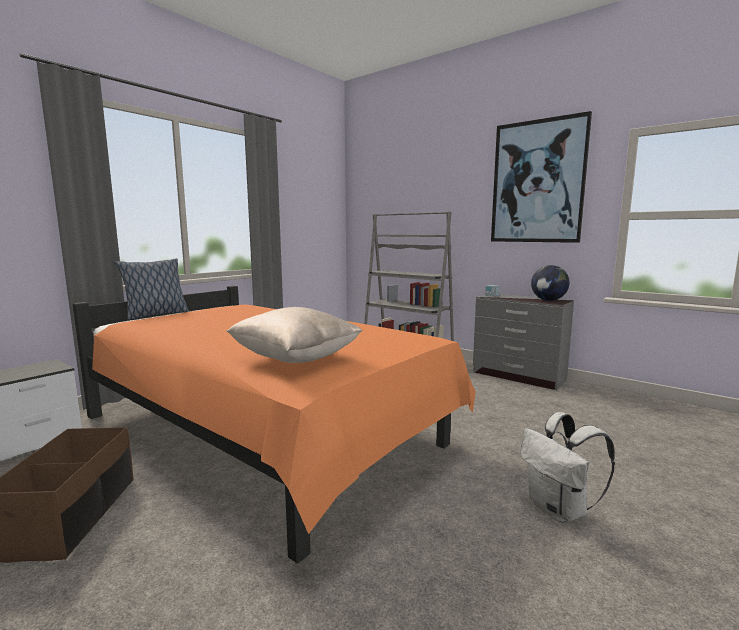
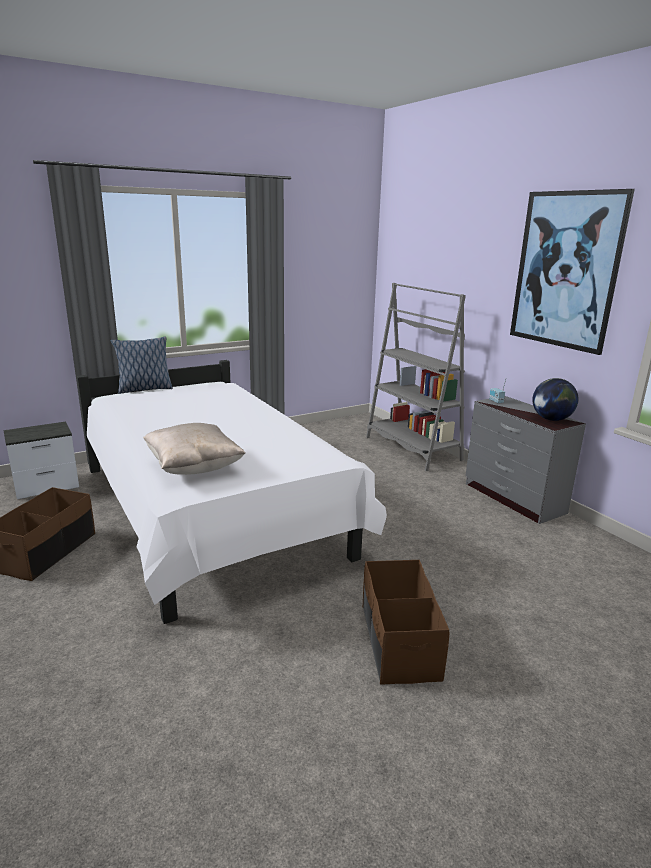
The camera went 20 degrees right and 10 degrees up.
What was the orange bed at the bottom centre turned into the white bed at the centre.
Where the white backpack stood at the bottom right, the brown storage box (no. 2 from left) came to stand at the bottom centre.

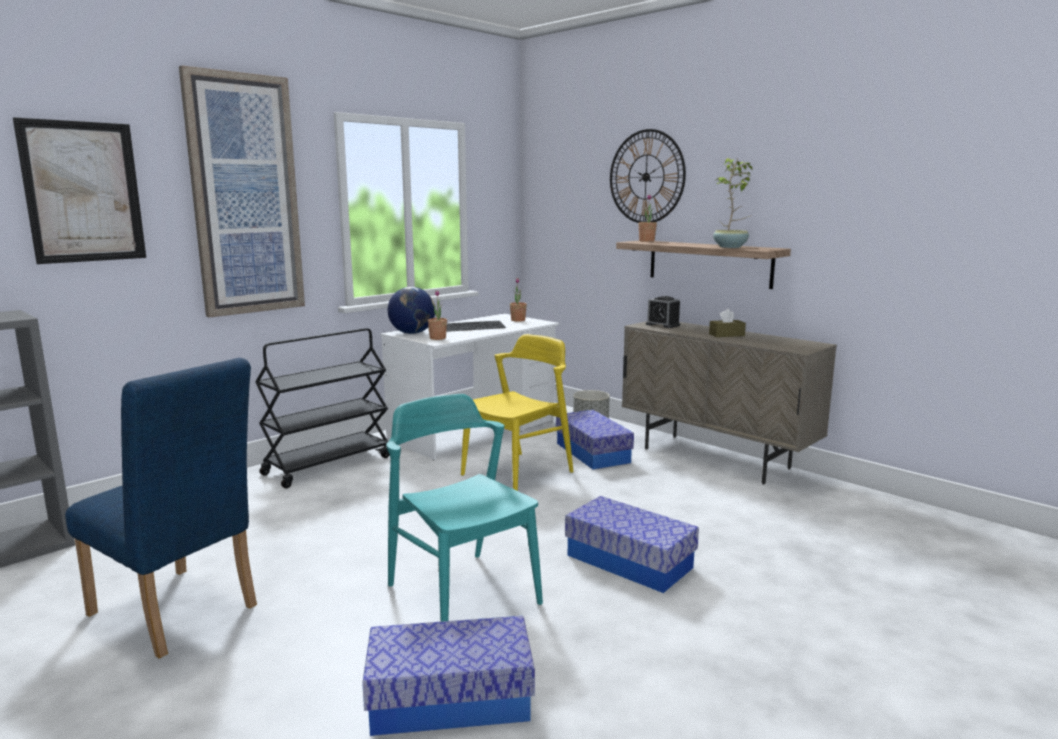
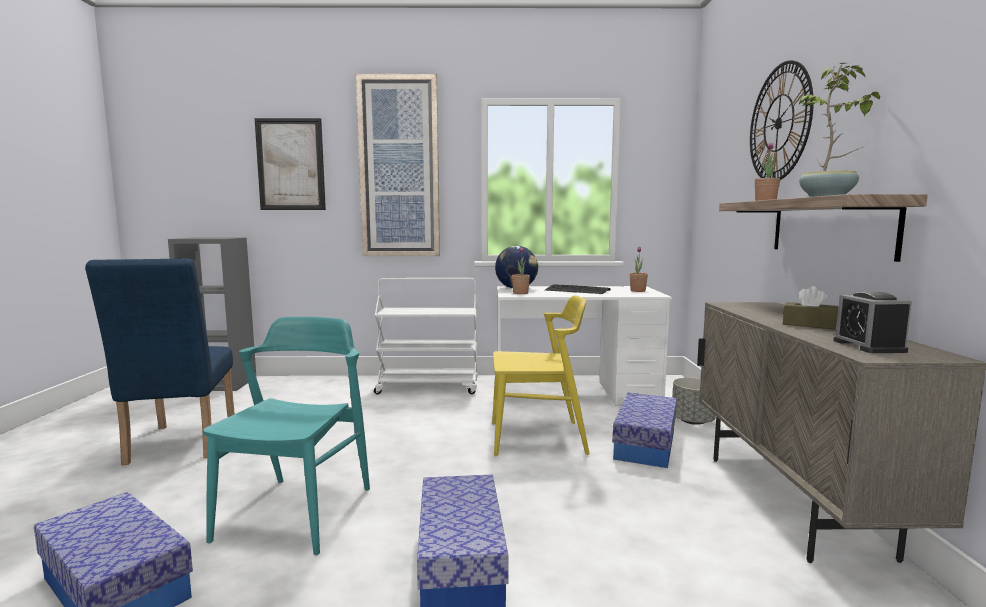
The camera went 45 degrees right and 5 degrees down.
What was the black cart at the middle left turned into the white cart at the centre.
The alarm clock ended up elsewhere, having gone from the centre to the middle right.

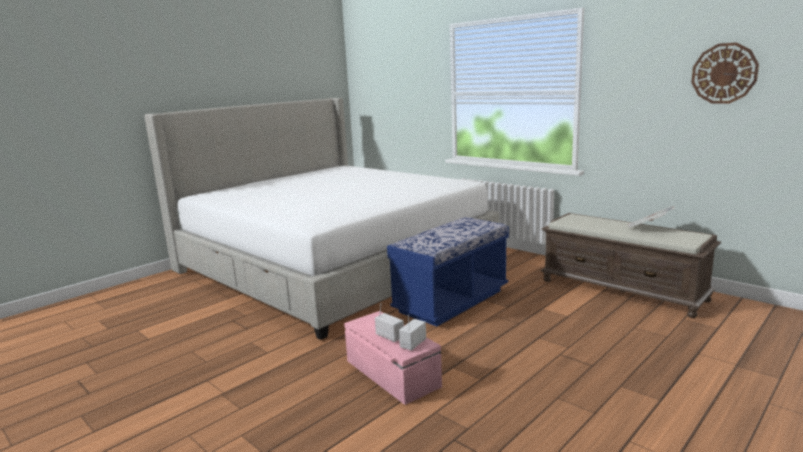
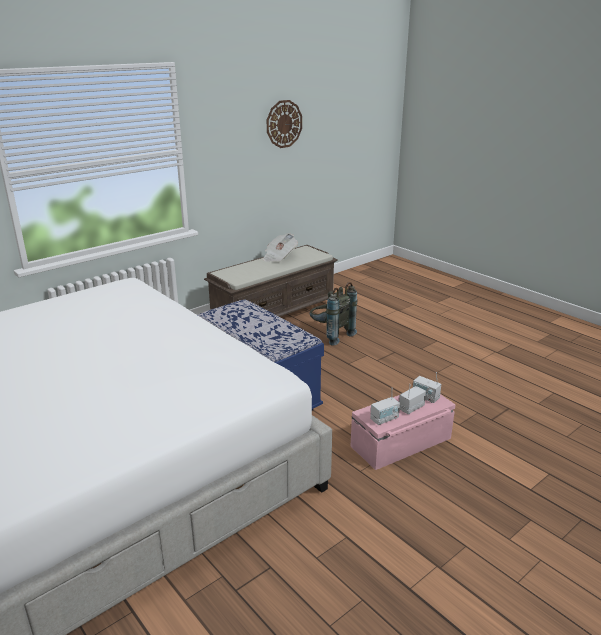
The camera went 85 degrees left and 10 degrees up.
The second view gained the grey backpack at the centre.
The second view gained the radio (no. 1 from left) at the centre.

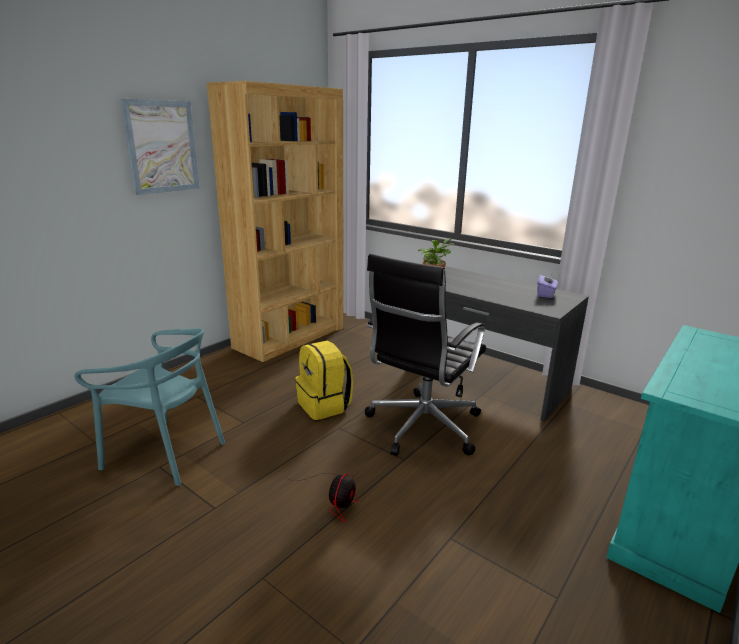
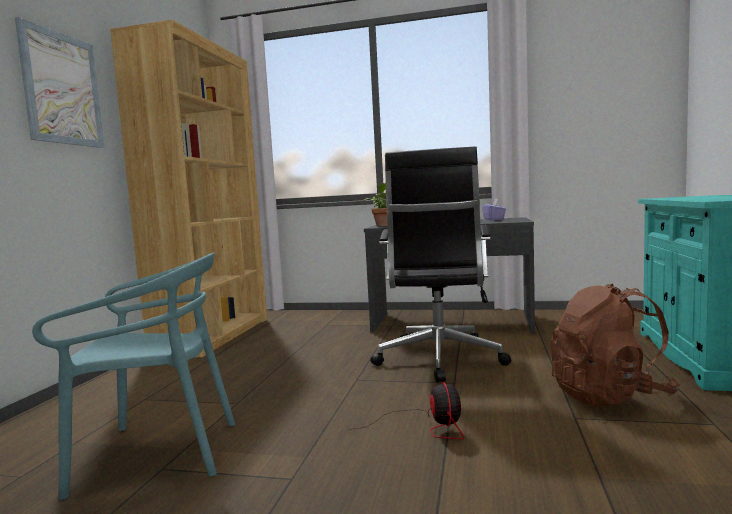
The camera went 25 degrees left and 15 degrees down.
The second view lost the yellow backpack at the centre.
The second view gained the brown backpack at the bottom right.

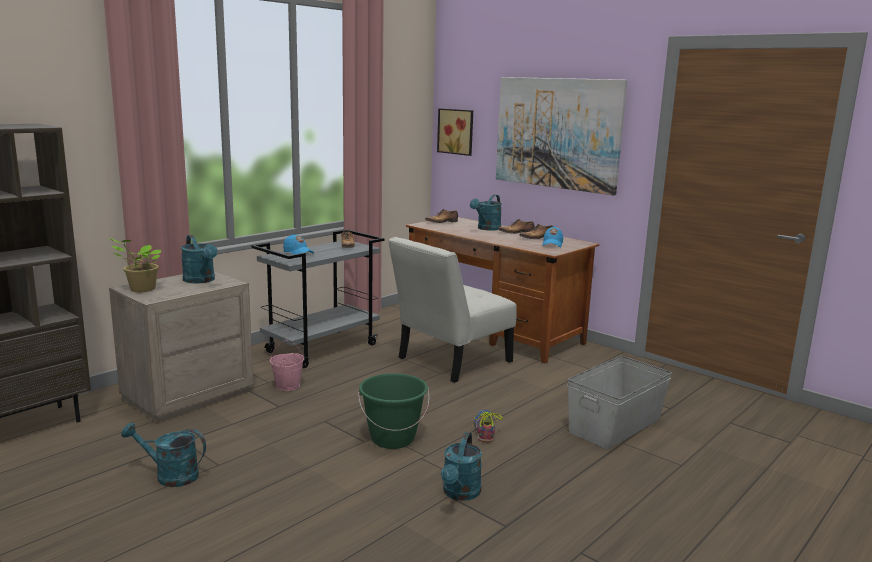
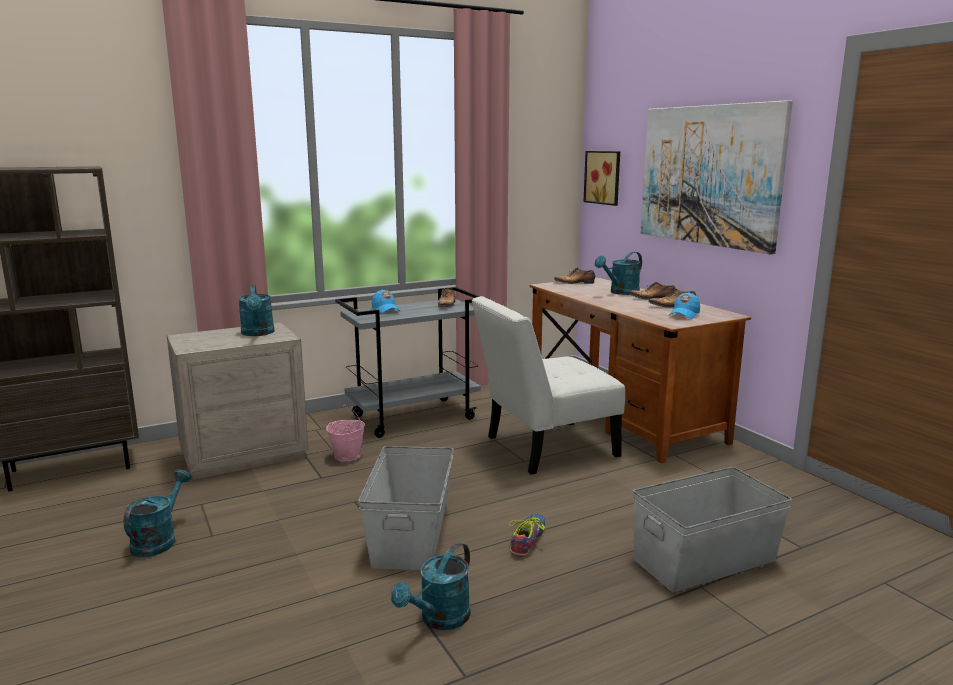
The camera went 20 degrees right and 0 degrees up.
The second view lost the potted plant at the middle left.
The turquoise watering can (no. 1 from left) at the bottom left ended up facing another way, 75 degrees clockwise from before.
Where the green bucket stood at the bottom centre, the grey storage box (no. 1 from left) came to stand at the bottom centre.

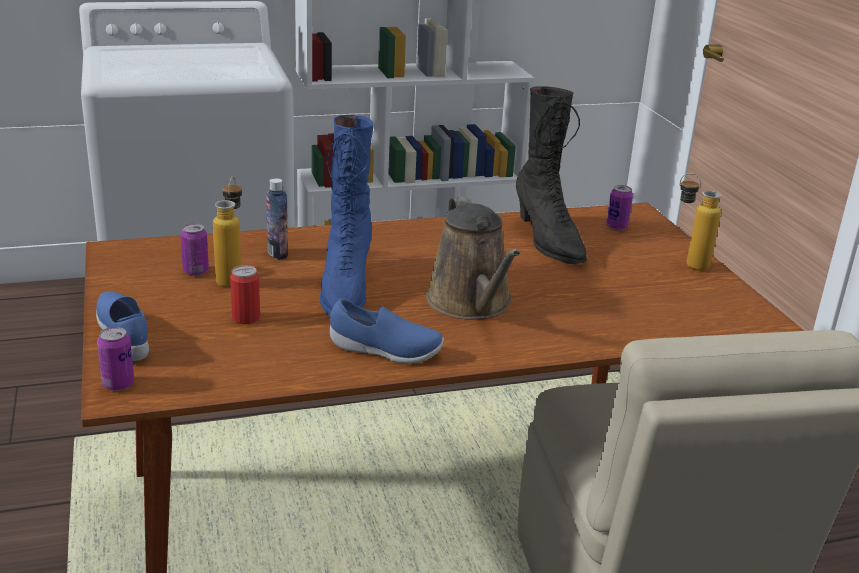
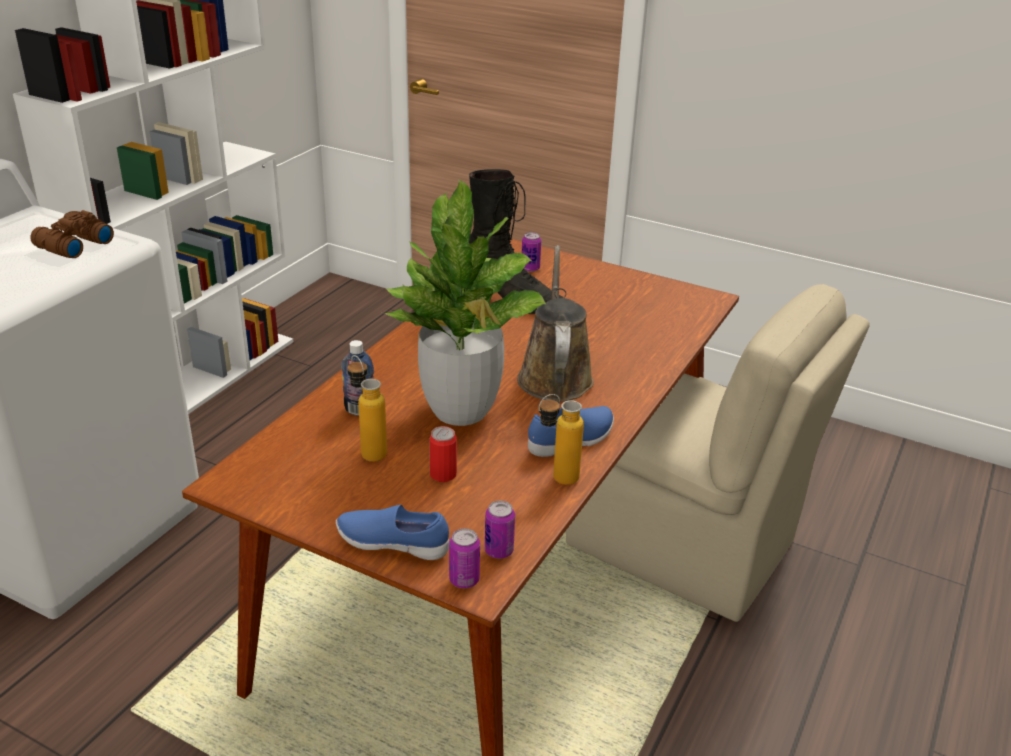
The camera went 45 degrees left and 5 degrees up.
The can (no. 2 from left in the first image) ended up elsewhere, having gone from the middle left to the bottom centre.
Where the blue boot stood at the centre, the potted plant came to stand at the centre.
The brown watering can at the centre ended up facing another way, 120 degrees counterclockwise from before.
The bottle (no. 3 from left) ended up elsewhere, having gone from the middle right to the centre.
The second view gained the brown binoculars at the top left.

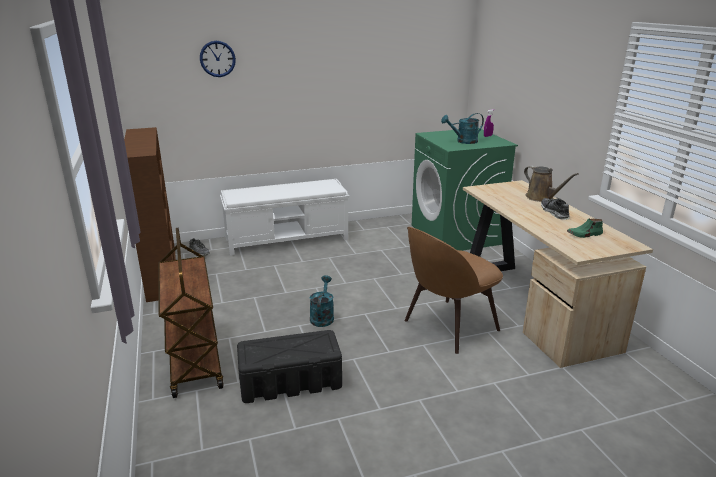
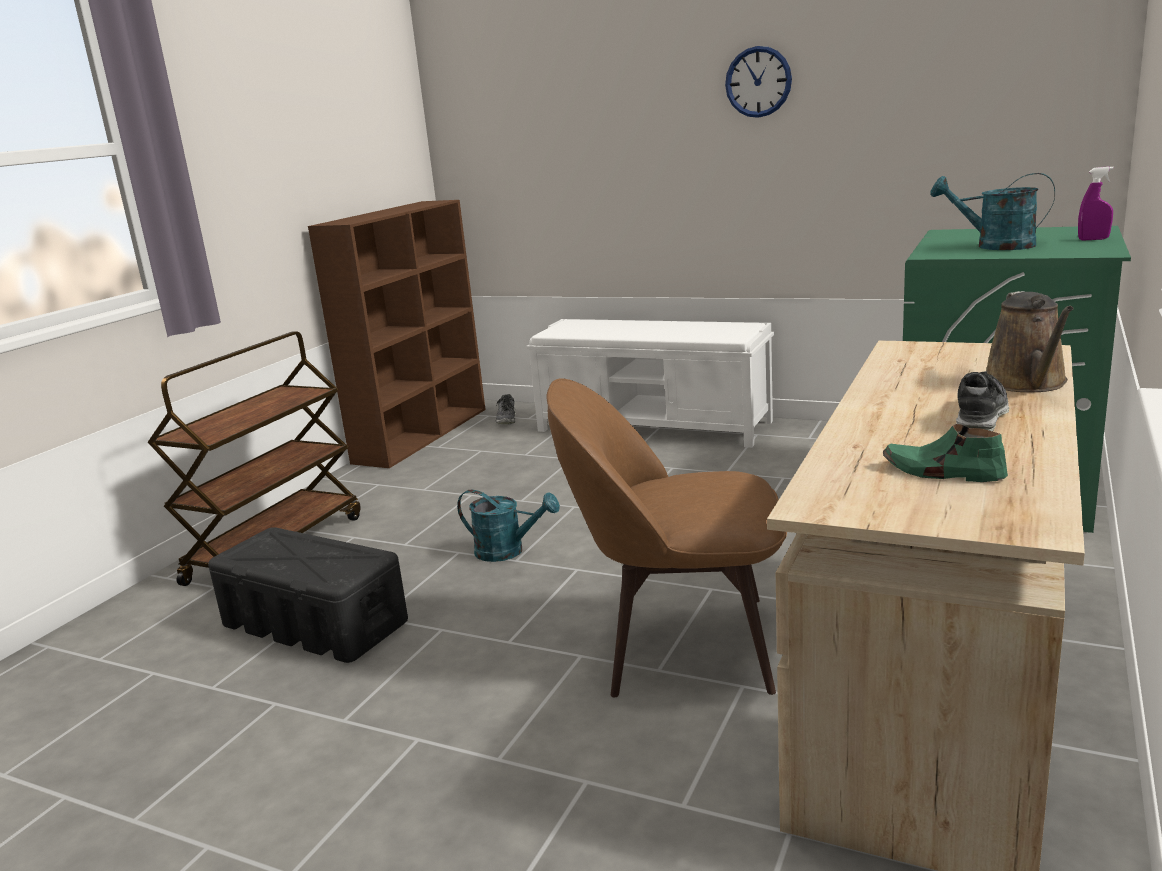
The camera went 45 degrees right and 5 degrees down.
The wall clock ended up elsewhere, having gone from the top left to the top centre.
The turquoise watering can (no. 1 from left) at the centre ended up facing another way, 60 degrees clockwise from before.

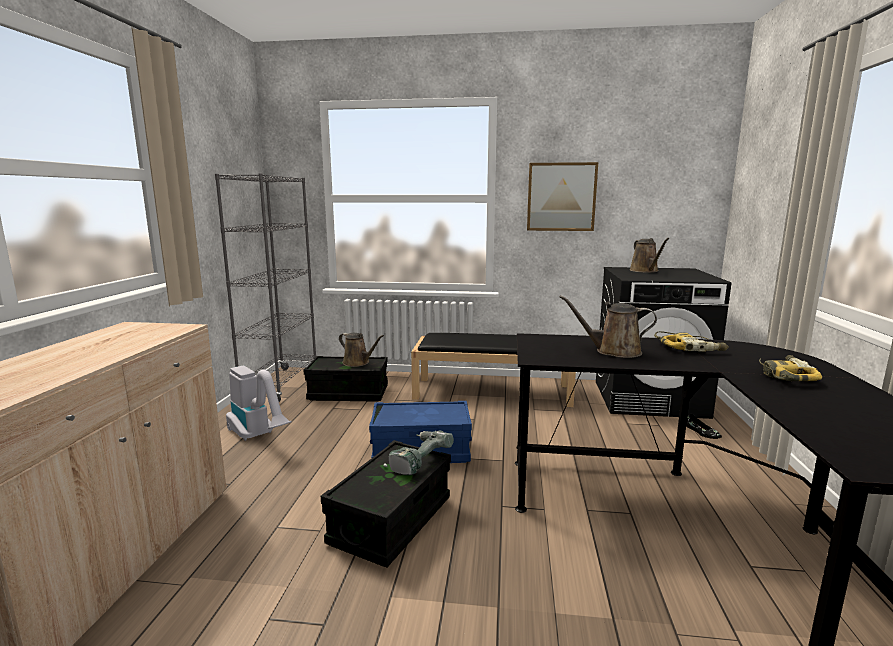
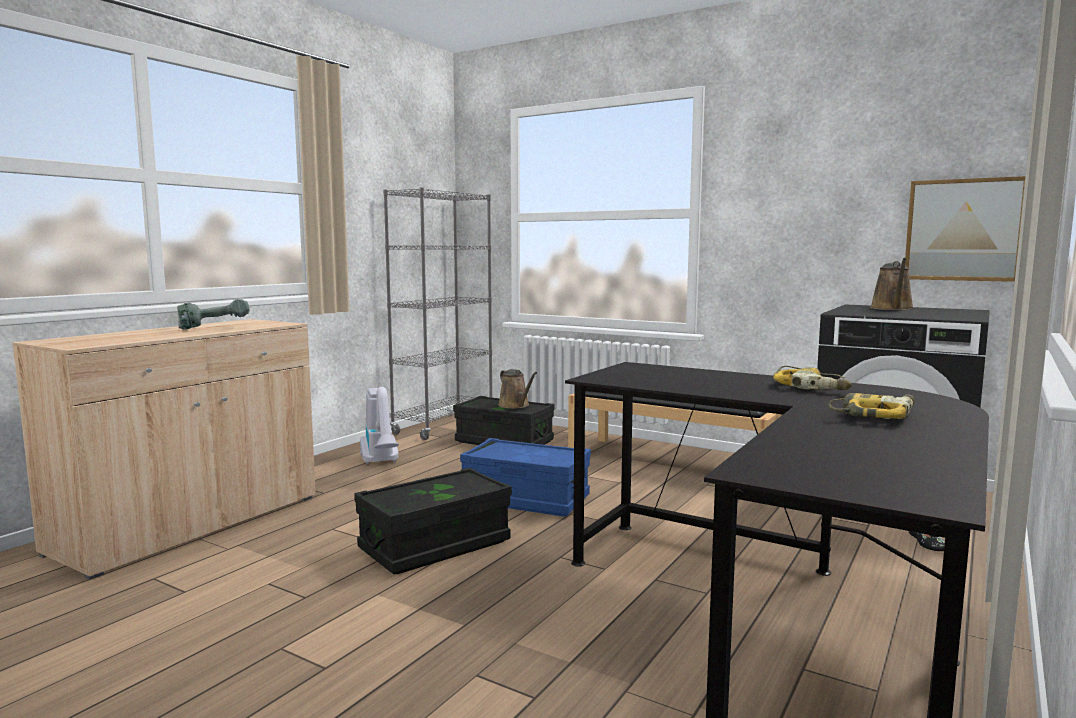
The camera went 25 degrees right and 5 degrees down.
The power drill (no. 1 from left) ended up elsewhere, having gone from the bottom centre to the middle left.
The picture ended up elsewhere, having gone from the top centre to the top right.
The second view lost the brown watering can (no. 2 from left) at the middle right.

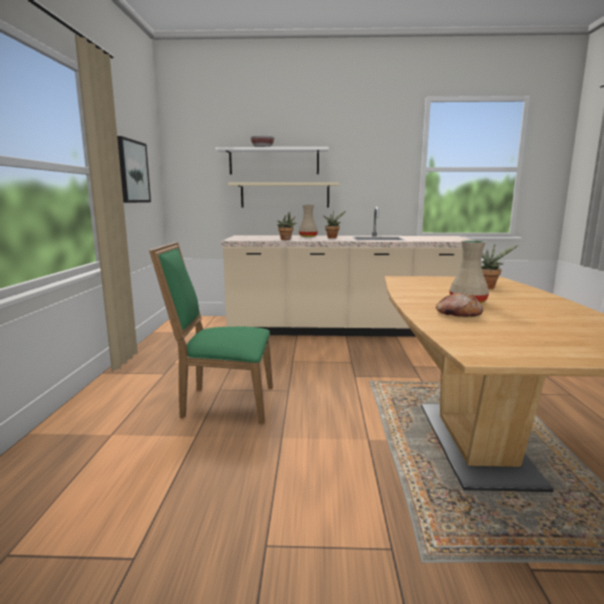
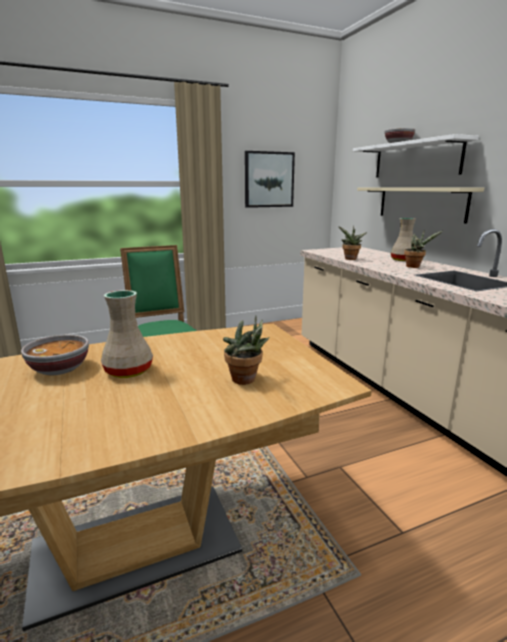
The camera went 65 degrees right and 5 degrees up.
Where the bread stood at the middle right, the bowl (no. 1 from left) came to stand at the middle left.

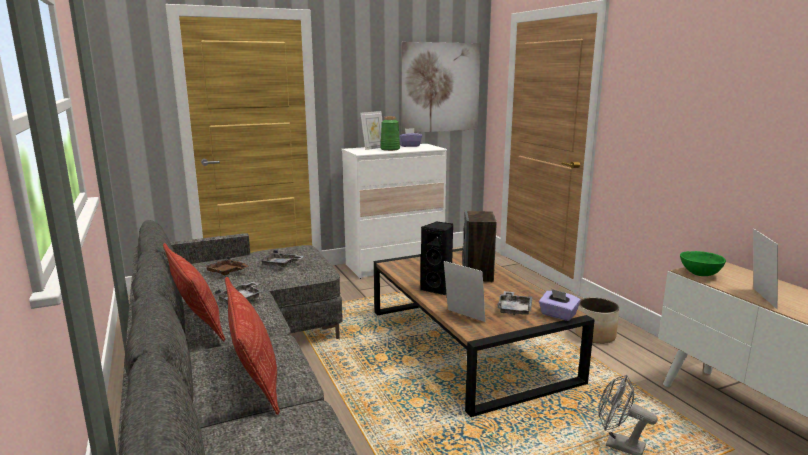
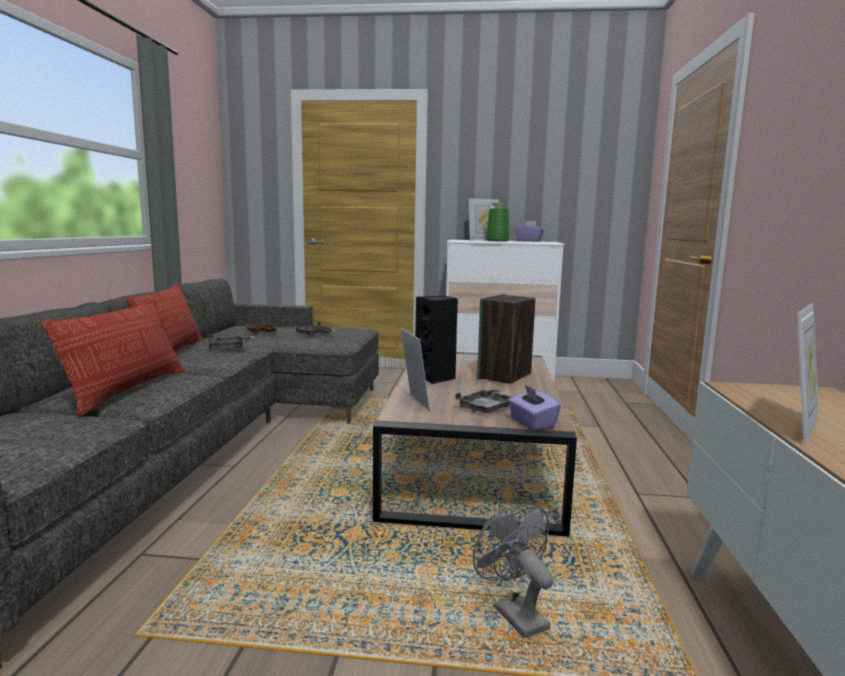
The camera went 30 degrees right and 5 degrees down.
The second view lost the picture at the top centre.
The second view lost the planter at the bottom right.
The second view lost the green bowl at the middle right.

